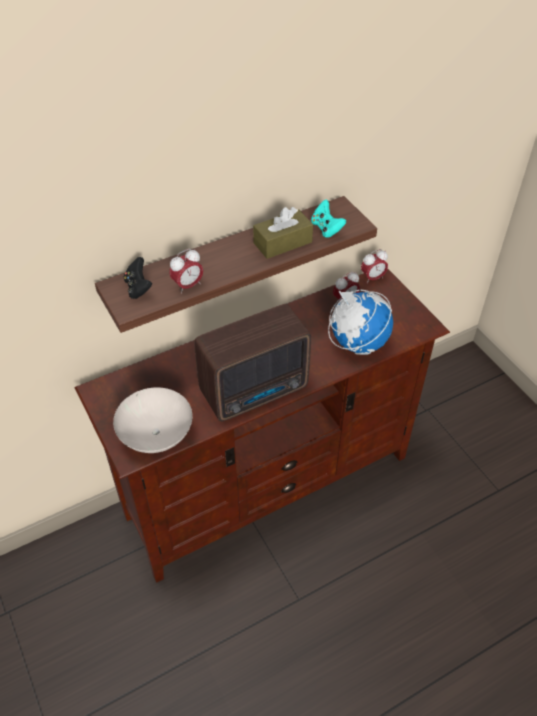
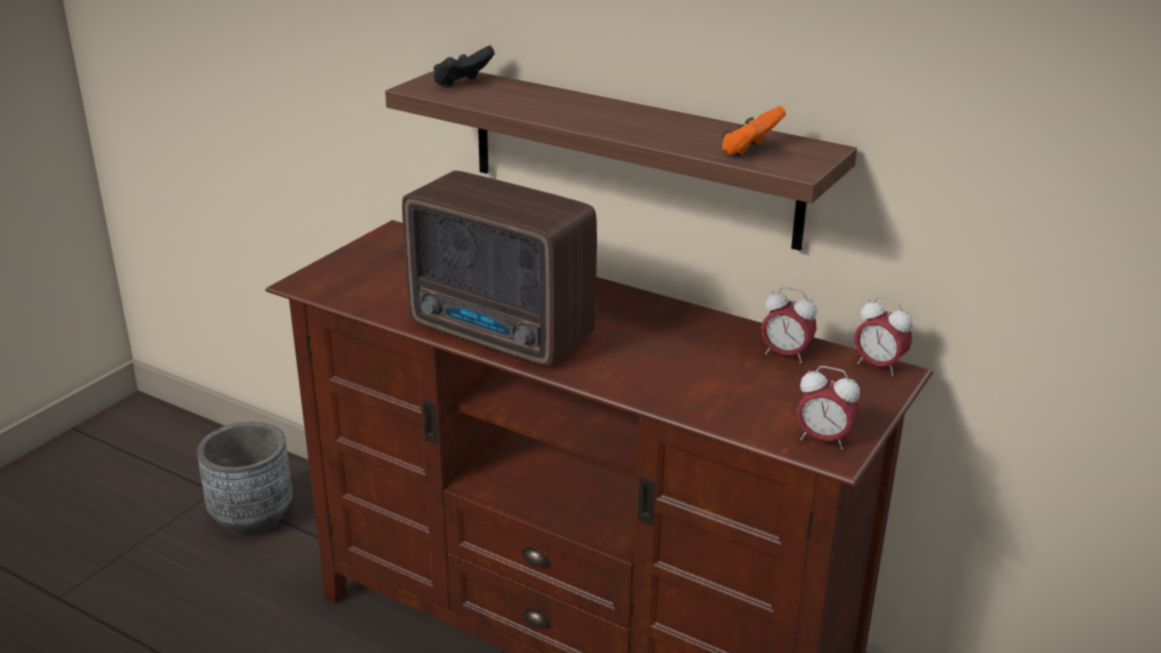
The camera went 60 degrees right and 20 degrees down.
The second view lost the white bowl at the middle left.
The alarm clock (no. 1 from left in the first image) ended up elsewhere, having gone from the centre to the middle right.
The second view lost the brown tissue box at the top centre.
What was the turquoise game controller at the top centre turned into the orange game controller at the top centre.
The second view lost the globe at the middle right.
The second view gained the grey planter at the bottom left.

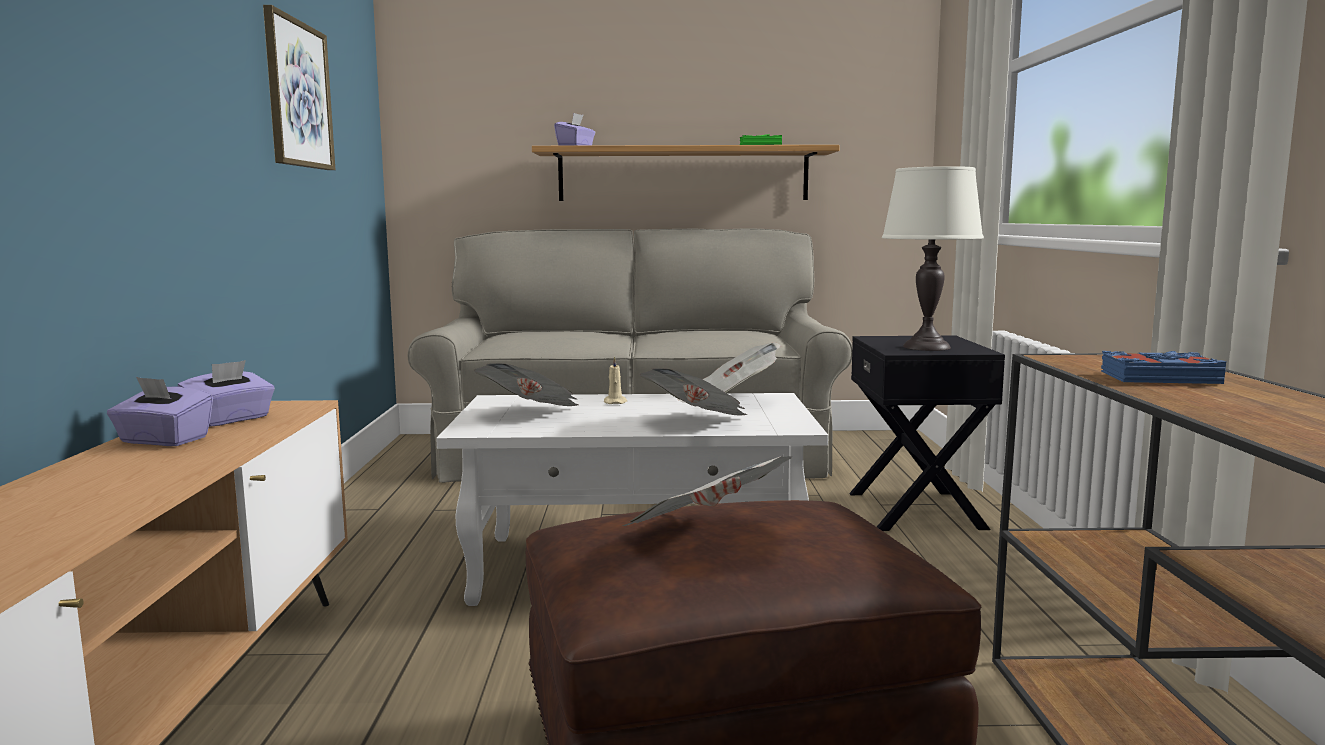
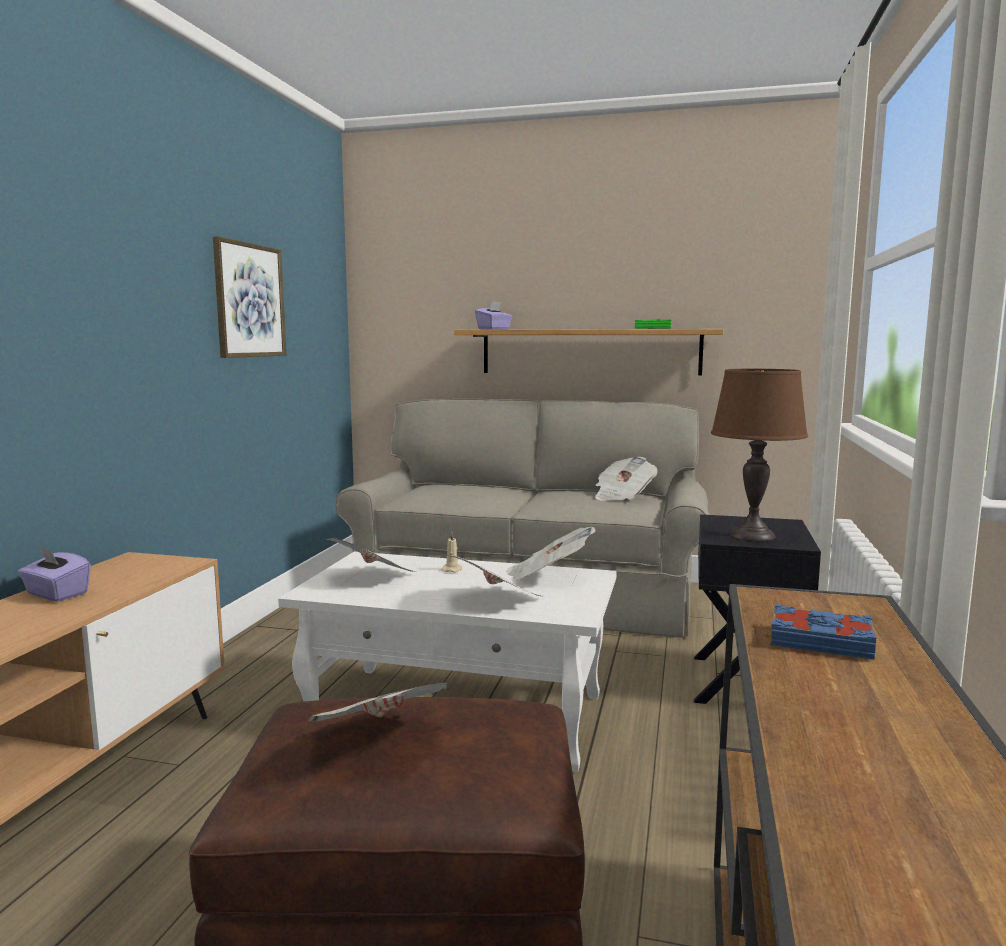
The camera went 15 degrees right and 0 degrees up.
The second view lost the purple tissue box (no. 2 from left) at the middle left.
What was the white table lamp at the middle right turned into the brown table lamp at the middle right.
The second view gained the newspaper (no. 5 from left) at the centre.

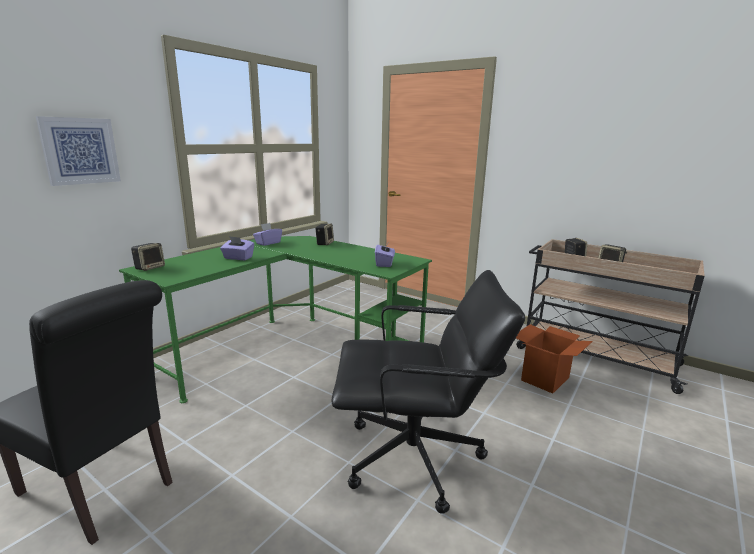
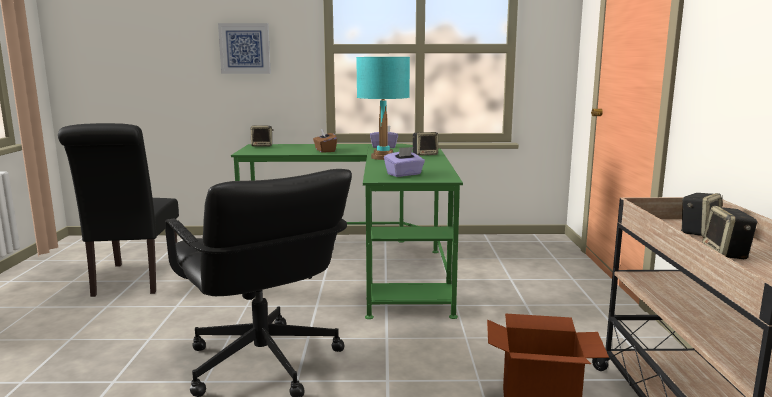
The camera went 55 degrees right and 5 degrees down.
What was the purple tissue box (no. 1 from left) at the middle left turned into the brown tissue box at the centre.
The second view gained the turquoise table lamp at the top centre.

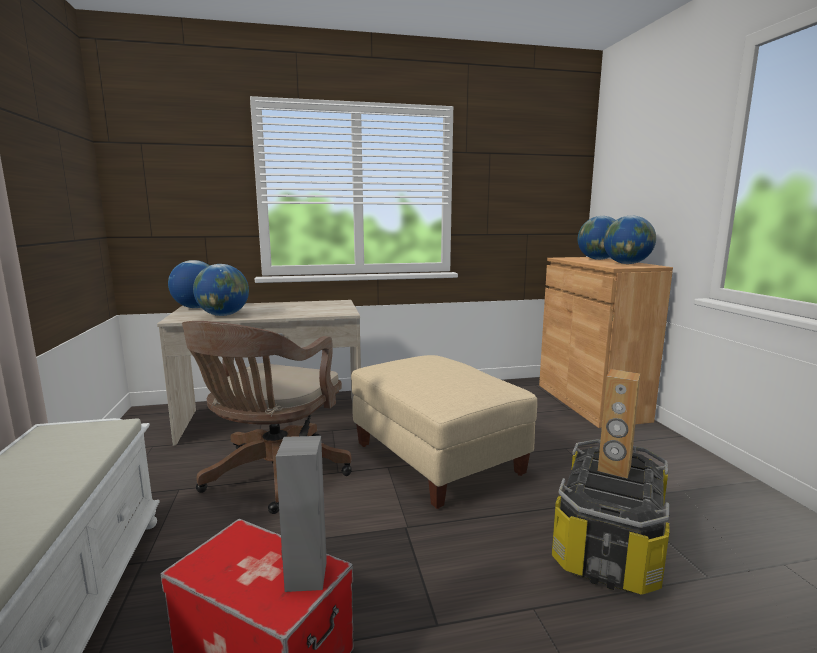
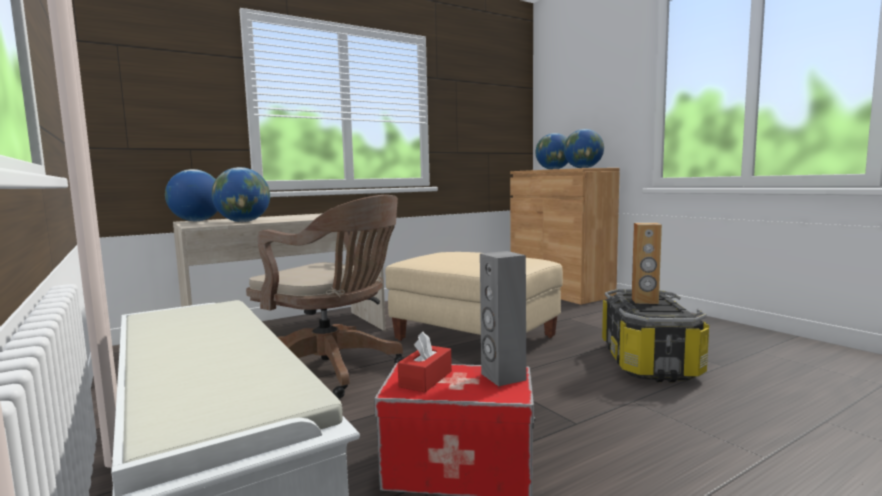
The camera went 20 degrees left and 5 degrees down.
The brown office chair at the middle left ended up facing another way, 60 degrees counterclockwise from before.
The second view gained the red tissue box at the bottom centre.

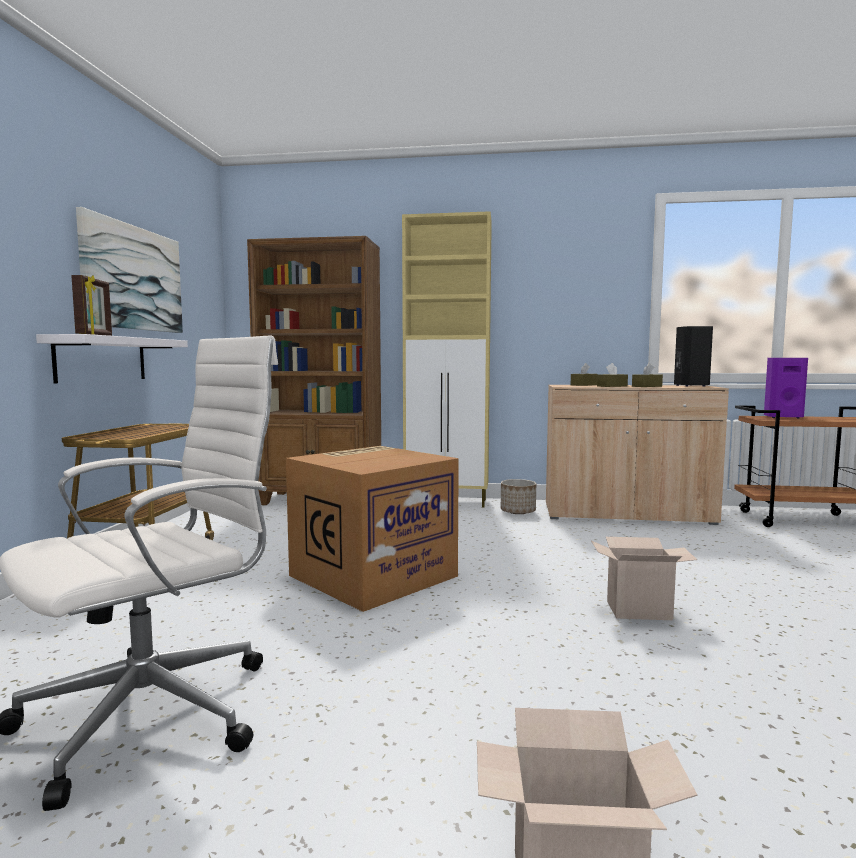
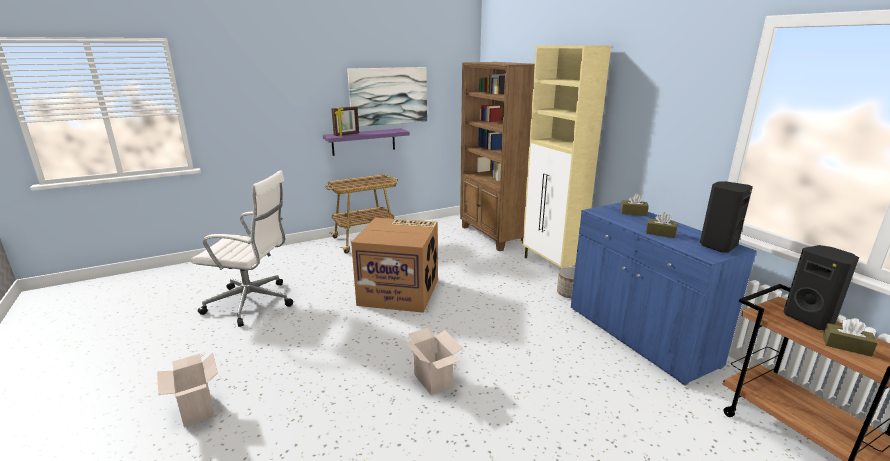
The camera went 55 degrees right and 15 degrees up.
What was the white shelf at the middle left turned into the purple shelf at the top centre.
What was the beige cabinet (no. 2 from left) at the middle right turned into the blue cabinet at the middle right.
The brown tissue box (no. 2 from left in the first image) ended up elsewhere, having gone from the middle right to the bottom right.
What was the purple speaker at the middle right turned into the black speaker (no. 2 from left) at the middle right.

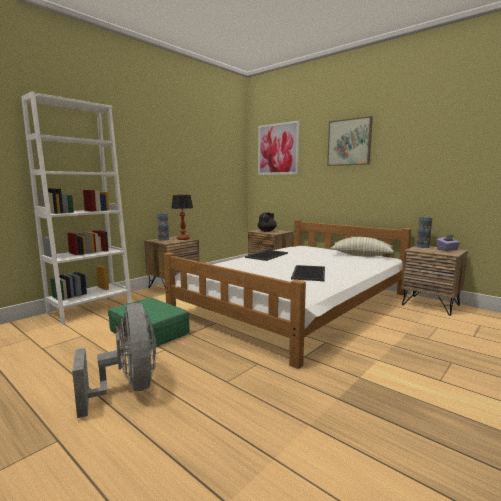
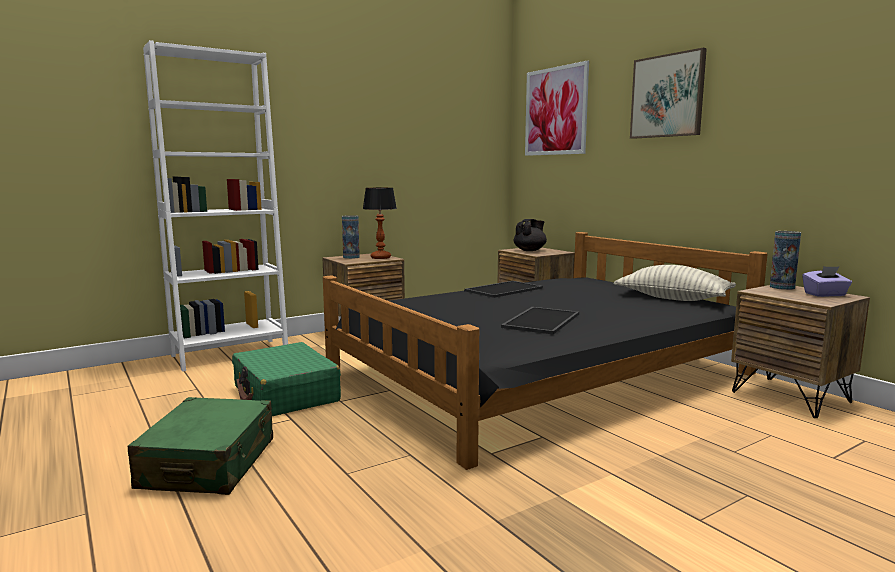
The camera went 15 degrees right and 0 degrees up.
Where the grey fan stood at the bottom left, the green suitcase (no. 1 from left) came to stand at the bottom left.
What was the white bed at the centre turned into the black bed at the centre.

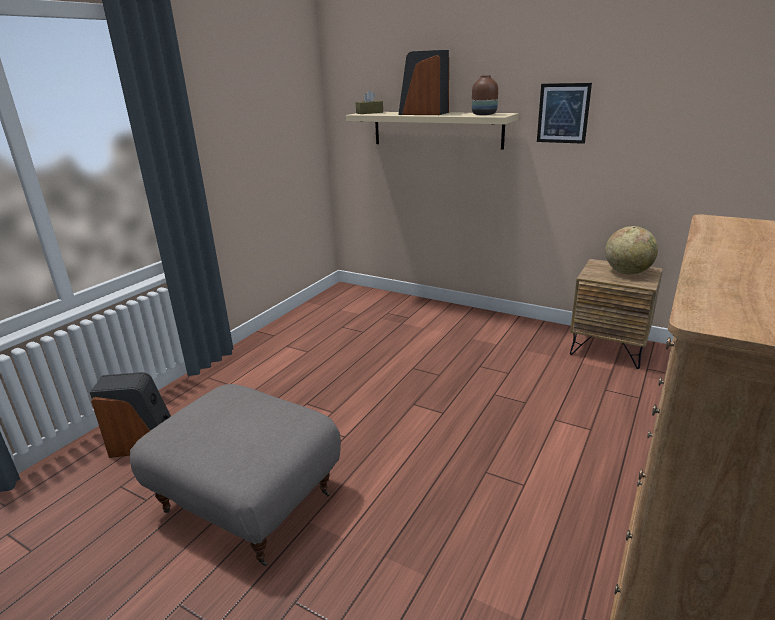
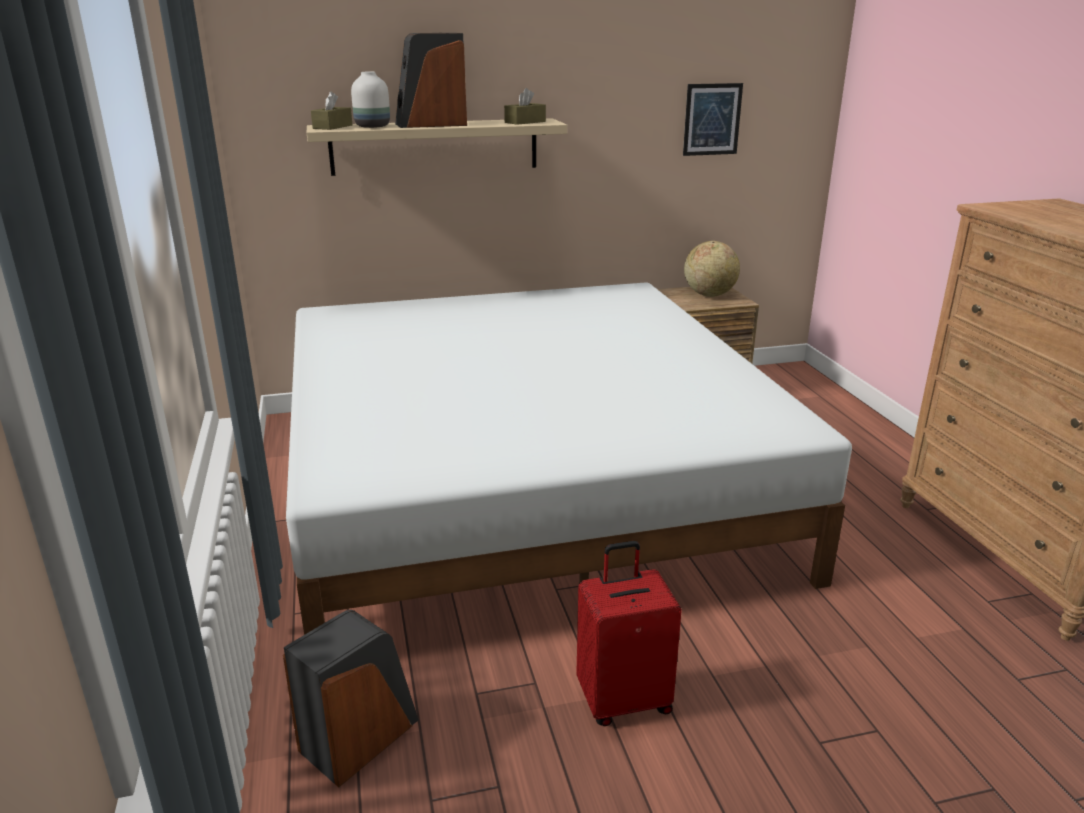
The camera went 45 degrees left and 0 degrees up.
Where the grey ottoman stood at the bottom left, the red suitcase came to stand at the bottom centre.
Where the brown vase stood at the top centre, the brown tissue box (no. 2 from left) came to stand at the top centre.
The picture ended up elsewhere, having gone from the top right to the top centre.
The second view gained the white bed at the centre.
The second view gained the white vase at the top centre.

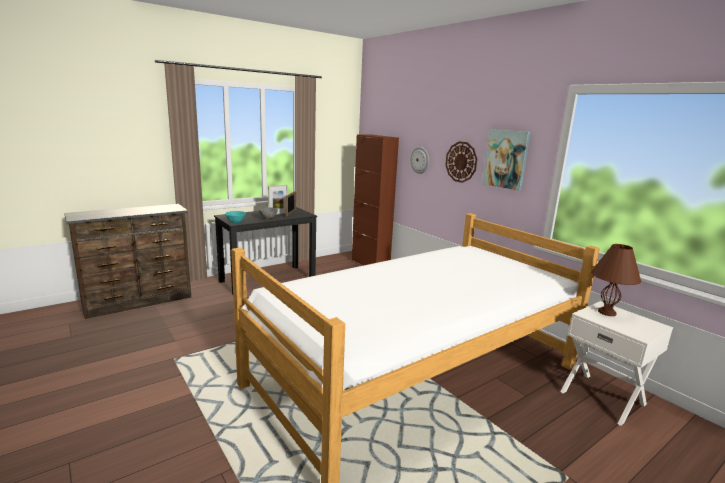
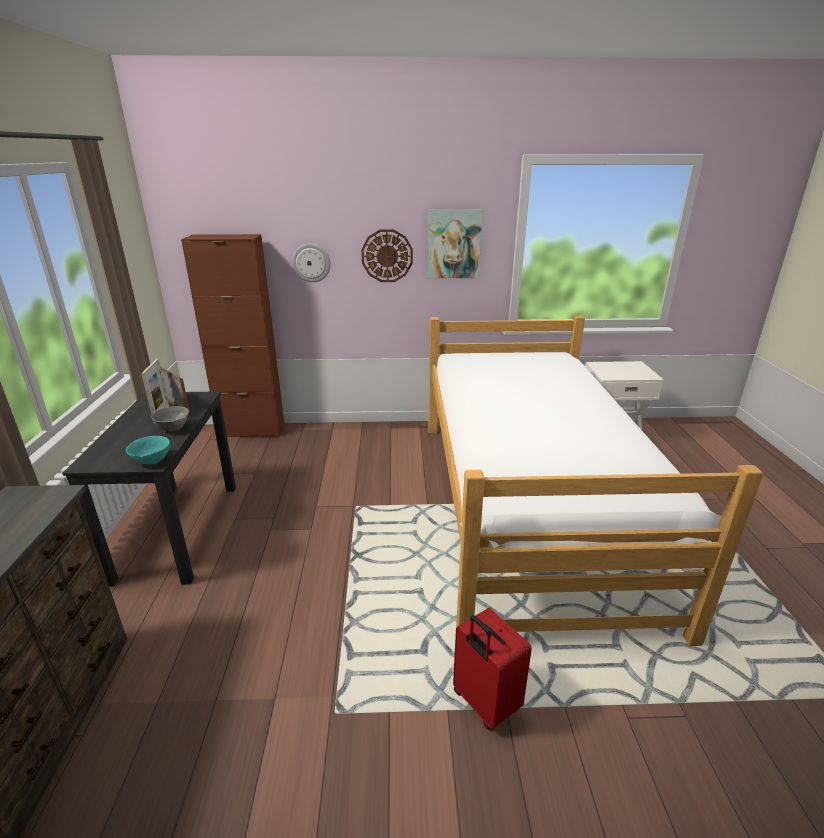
The camera went 55 degrees left and 10 degrees up.
The second view lost the brown table lamp at the middle right.
The second view gained the red suitcase at the bottom centre.

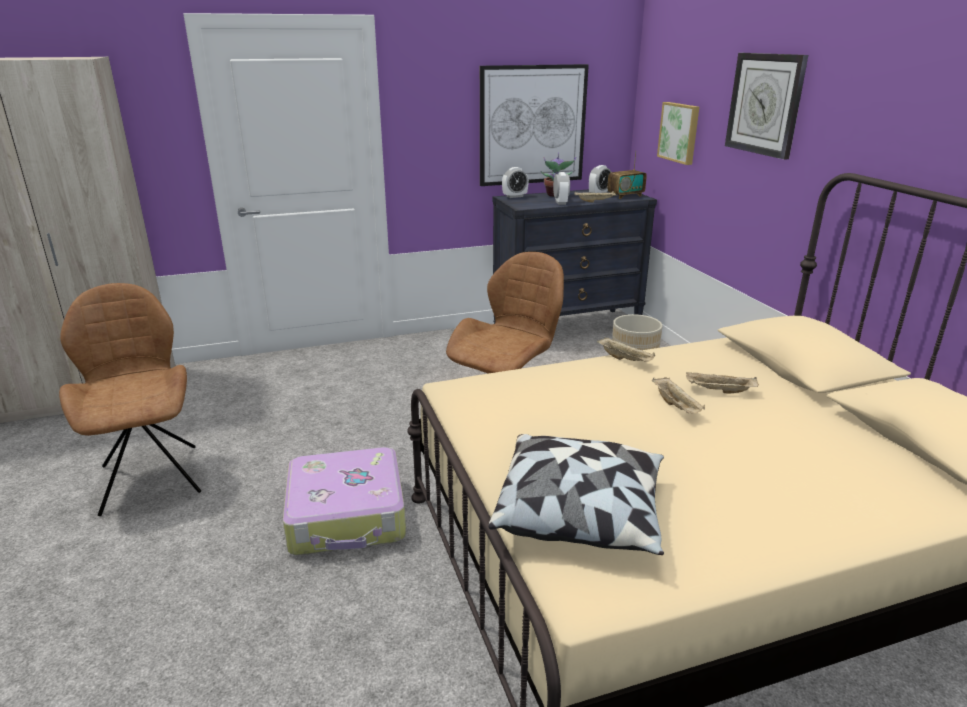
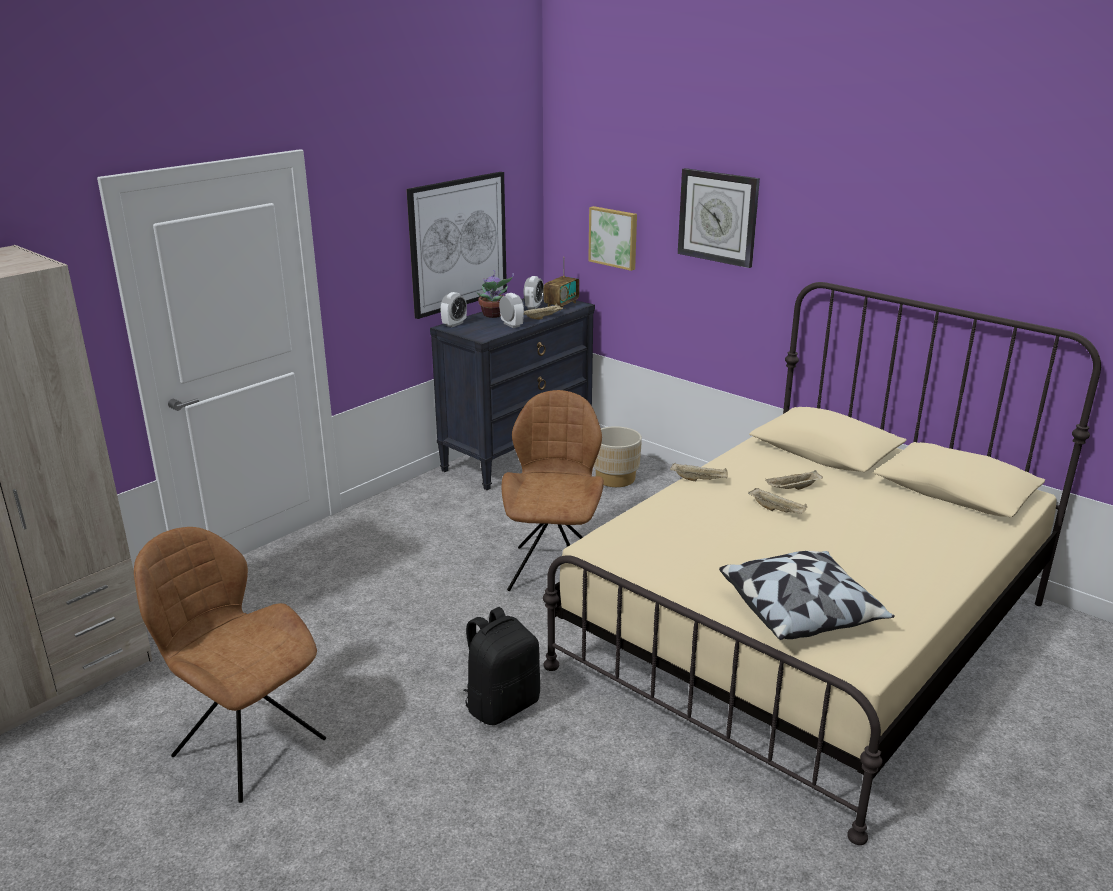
The camera went 30 degrees left and 0 degrees up.
Where the suitcase stood at the bottom centre, the black backpack came to stand at the bottom centre.

